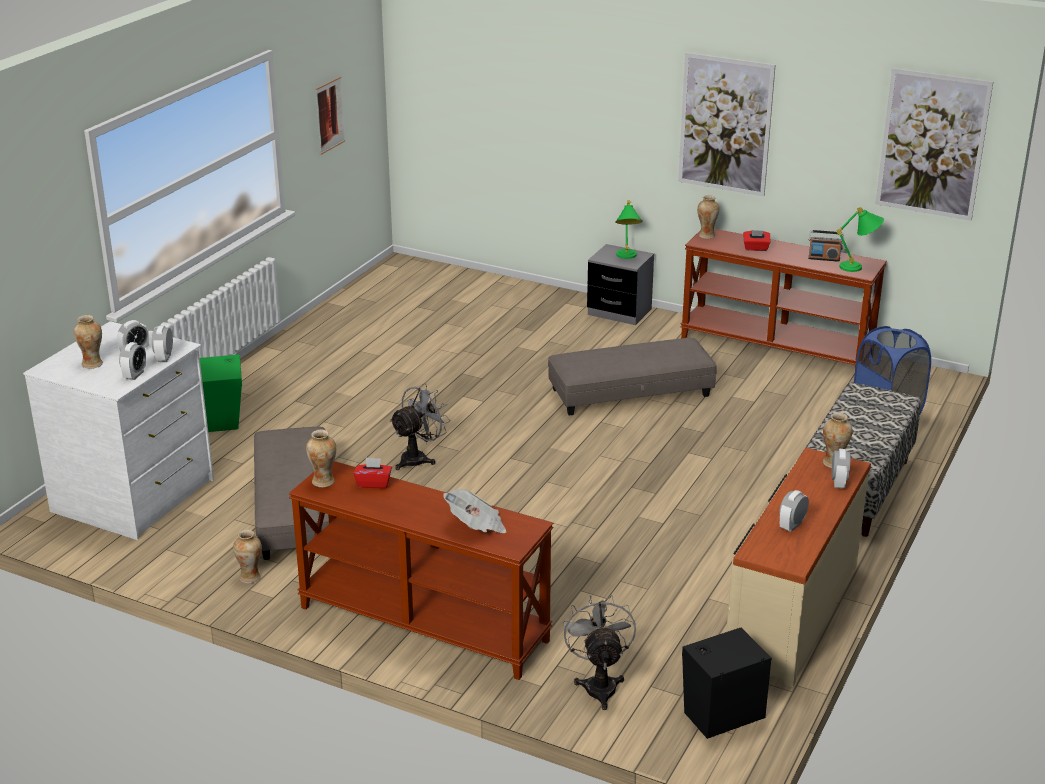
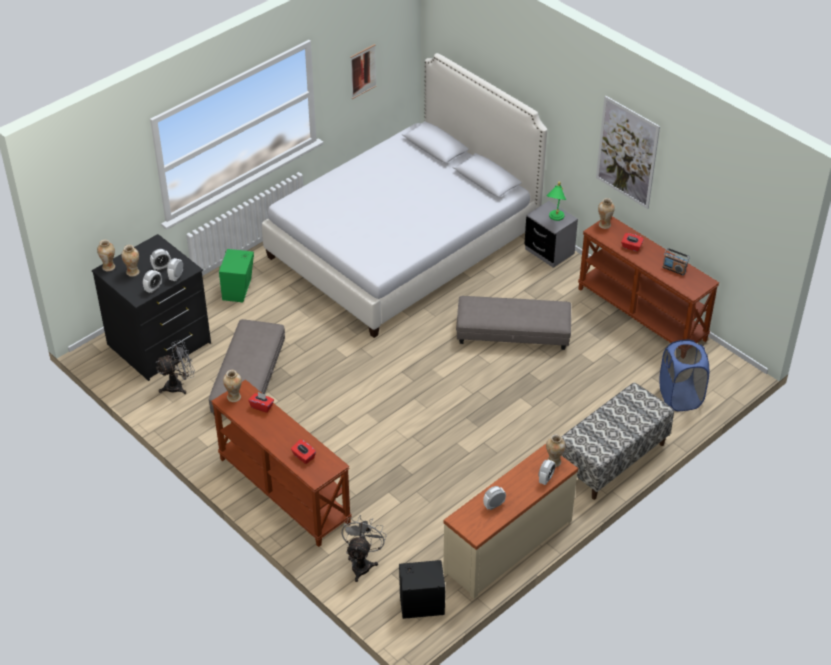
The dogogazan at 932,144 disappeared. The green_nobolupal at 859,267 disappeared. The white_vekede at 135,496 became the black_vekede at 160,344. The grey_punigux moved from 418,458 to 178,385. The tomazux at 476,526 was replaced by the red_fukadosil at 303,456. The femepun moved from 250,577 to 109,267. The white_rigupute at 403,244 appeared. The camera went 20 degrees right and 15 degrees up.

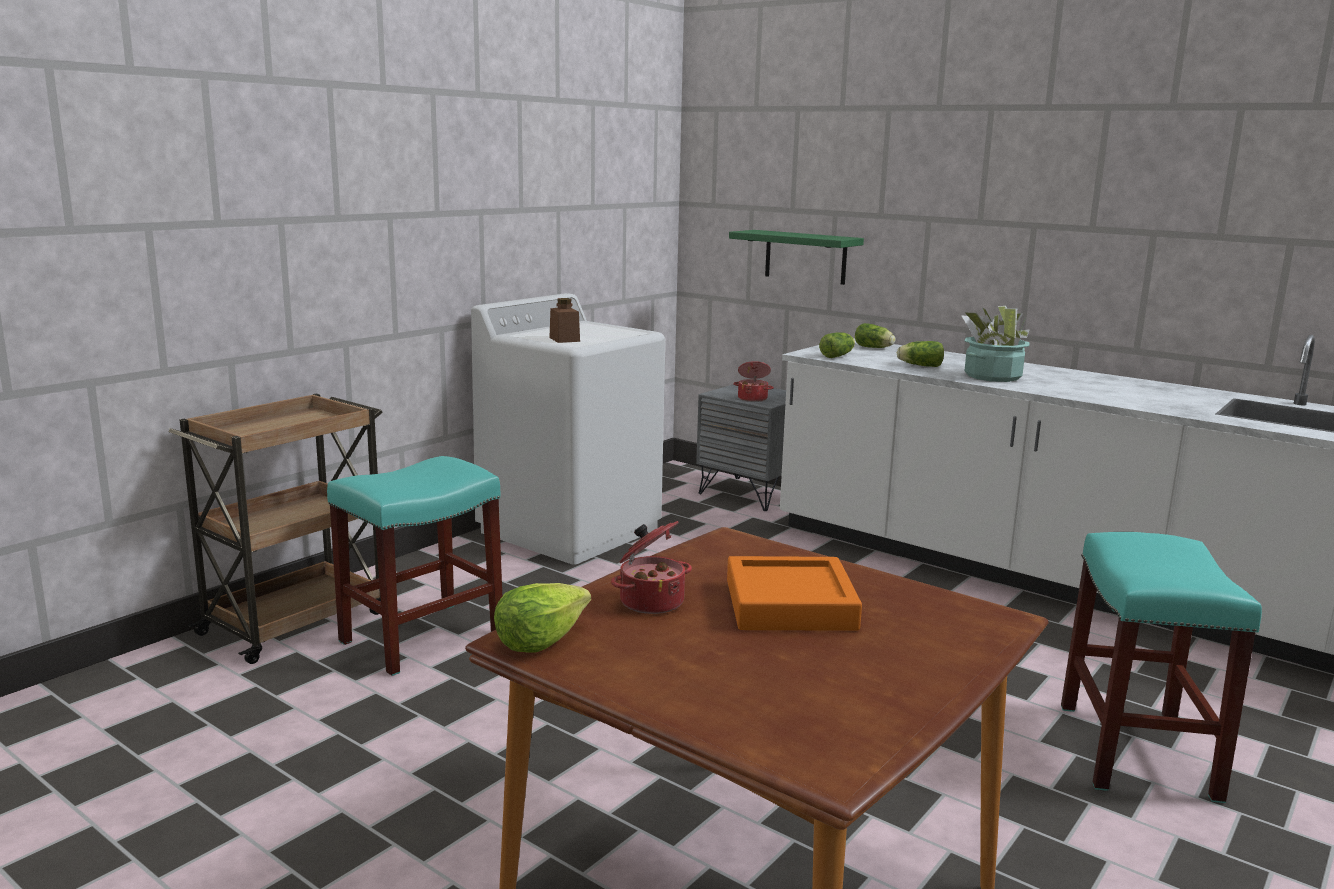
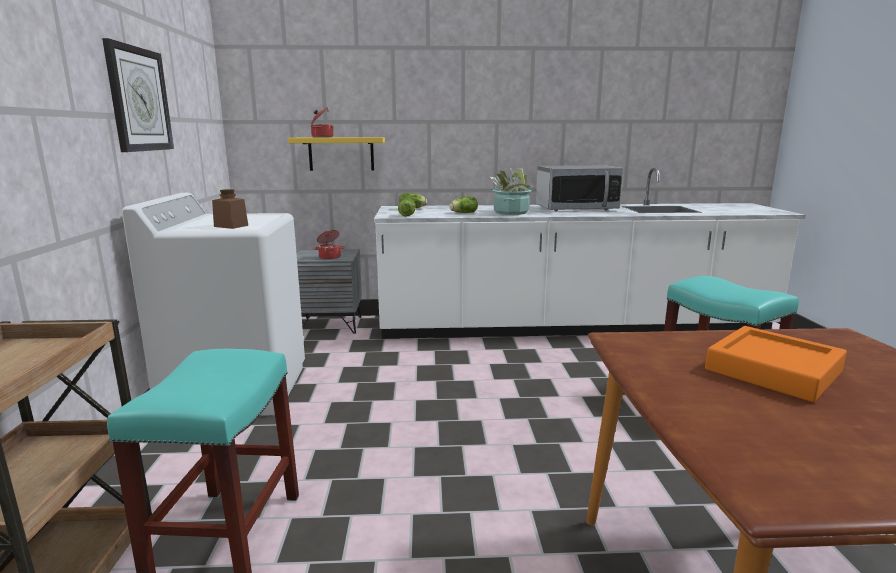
The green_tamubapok at 805,257 became the yellow_tamubapok at 341,154. The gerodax moved from 650,601 to 321,137. The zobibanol at 540,640 disappeared. The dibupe at 139,99 appeared. The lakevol at 576,209 appeared. The camera went 40 degrees left and 0 degrees up.

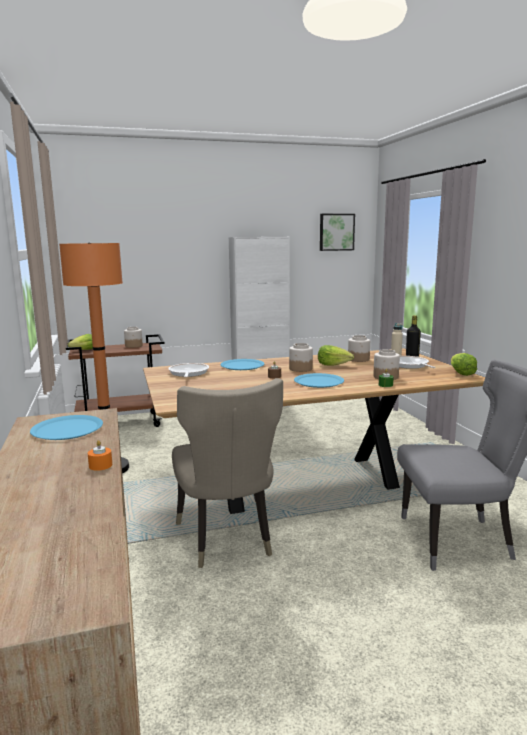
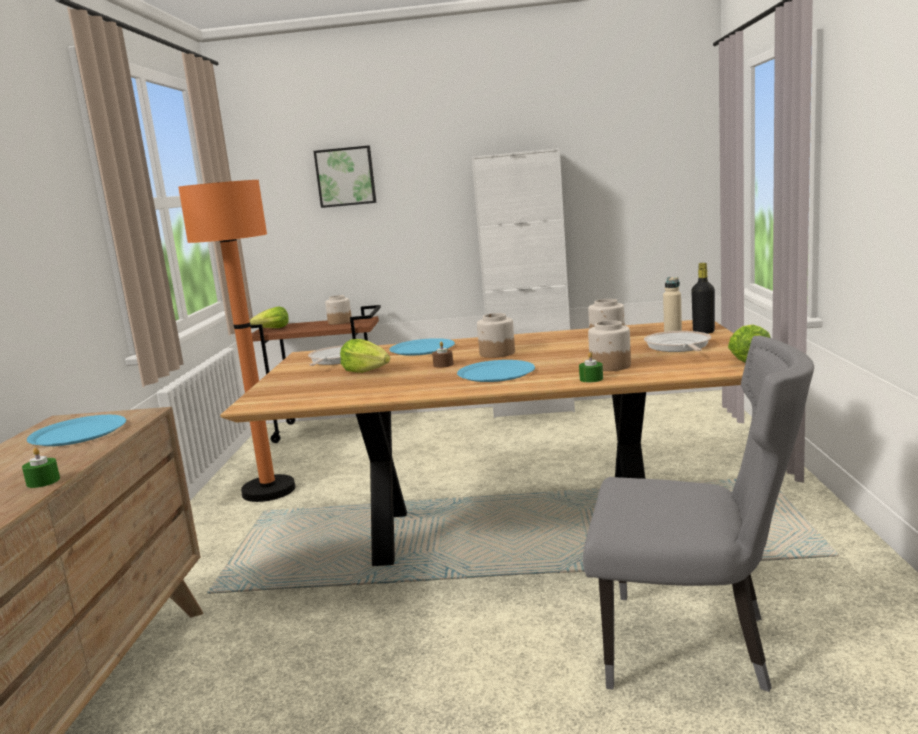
The dogogazan moved from 336,232 to 345,177. The zobibanol moved from 334,365 to 367,371. The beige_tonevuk at 227,540 disappeared. The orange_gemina at 100,465 became the green_gemina at 43,481. The camera went 20 degrees right and 0 degrees up.

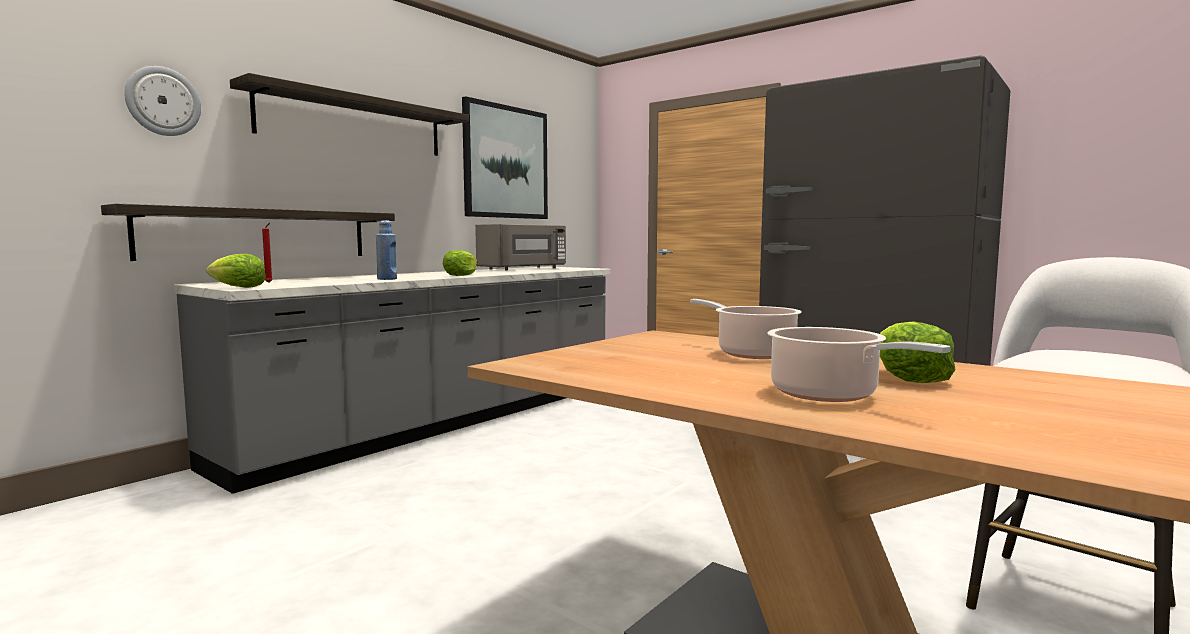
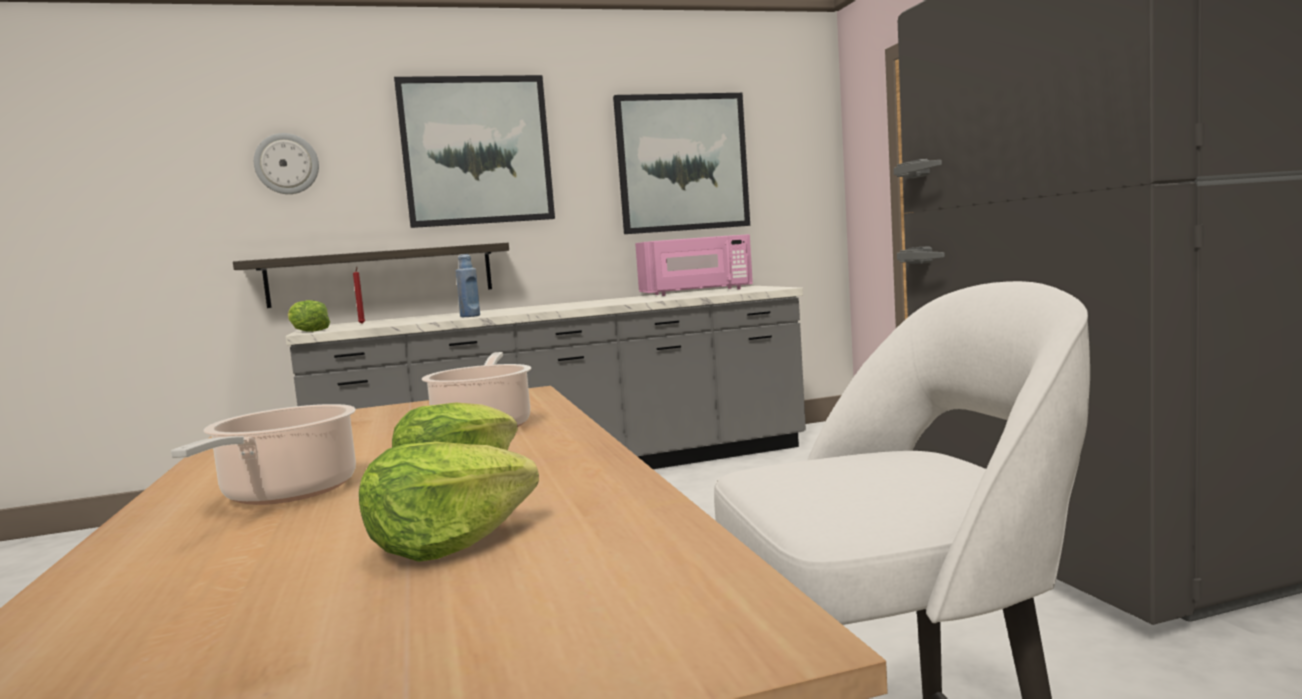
The tamubapok at 354,123 was replaced by the dogogazan at 476,151. The grey_lakevol at 524,269 became the pink_lakevol at 697,292. The zobibanol moved from 461,275 to 448,543. The camera went 35 degrees right and 0 degrees up.

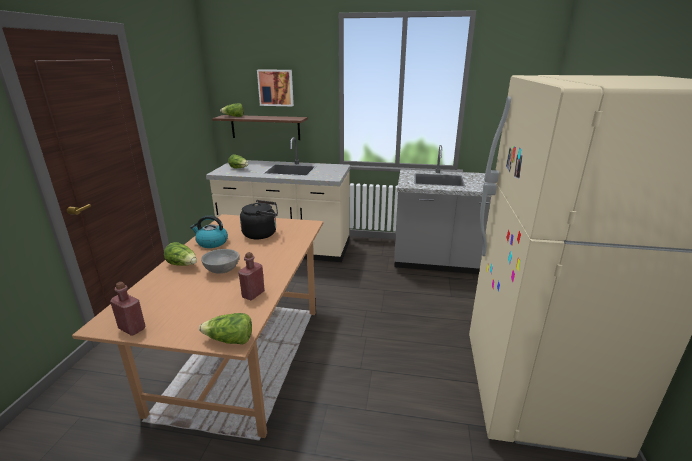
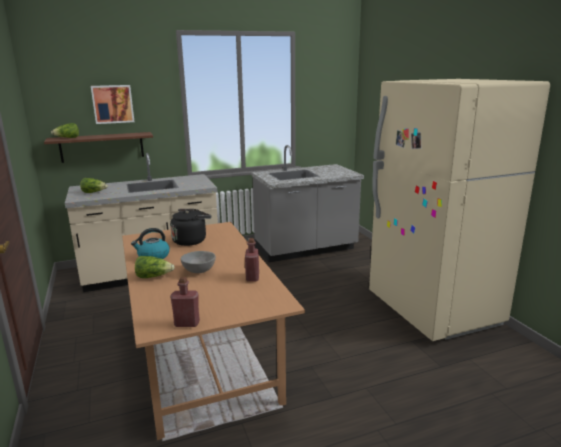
The zobibanol at 229,340 disappeared. The camera went 30 degrees left and 5 degrees down.

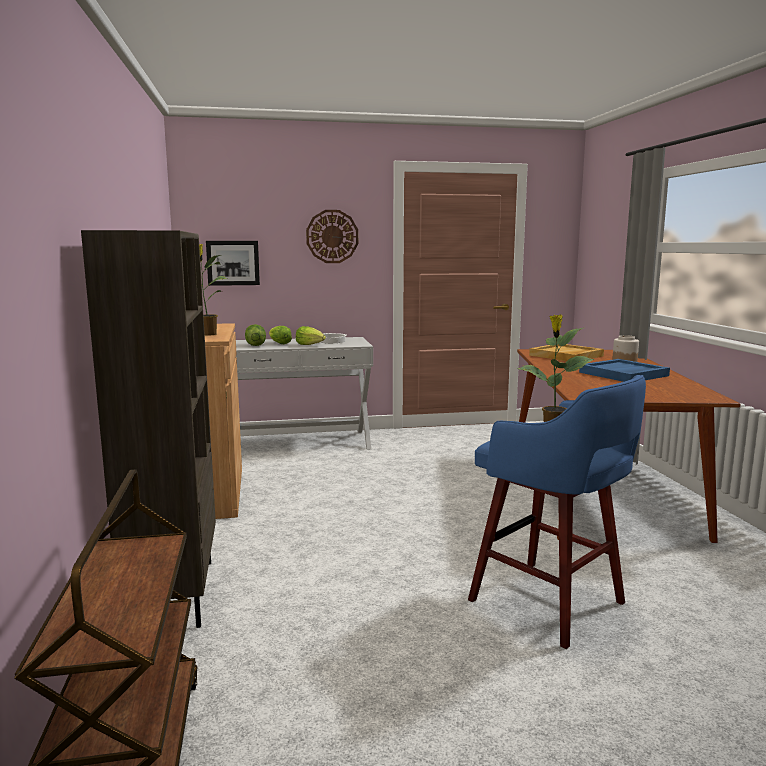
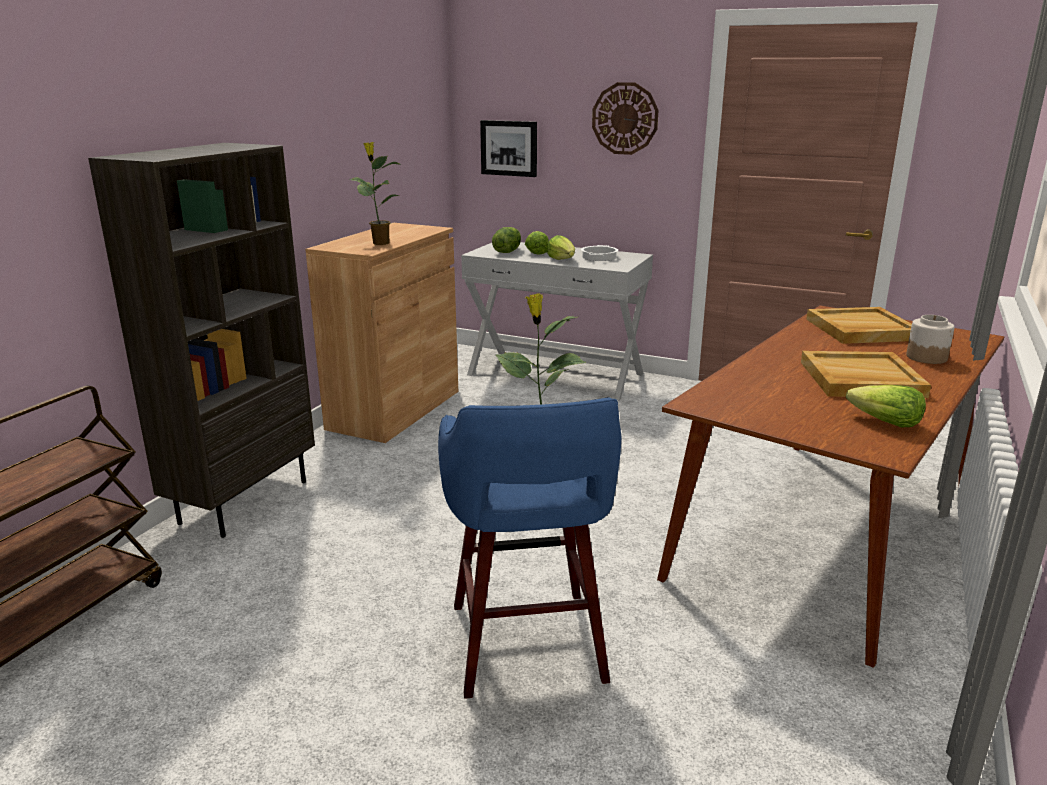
The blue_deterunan at 623,374 became the beige_deterunan at 860,379. The zobibanol at 884,422 appeared. The camera went 35 degrees right and 10 degrees up.

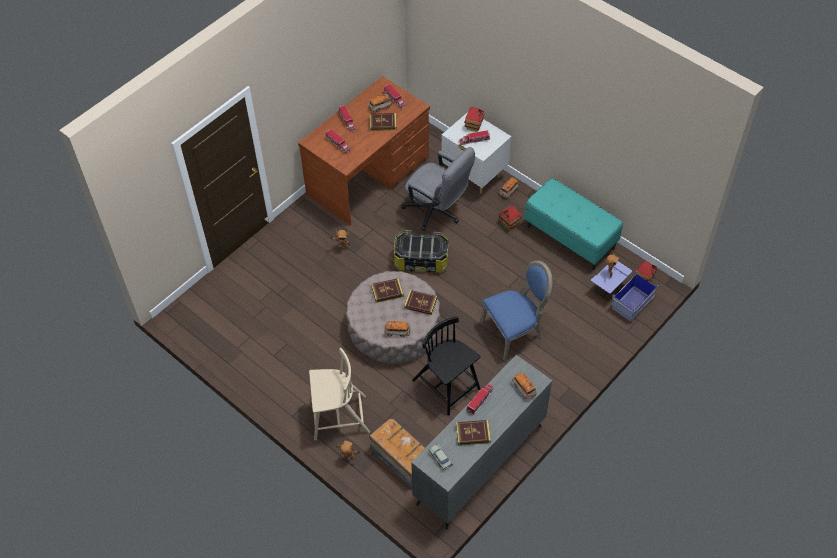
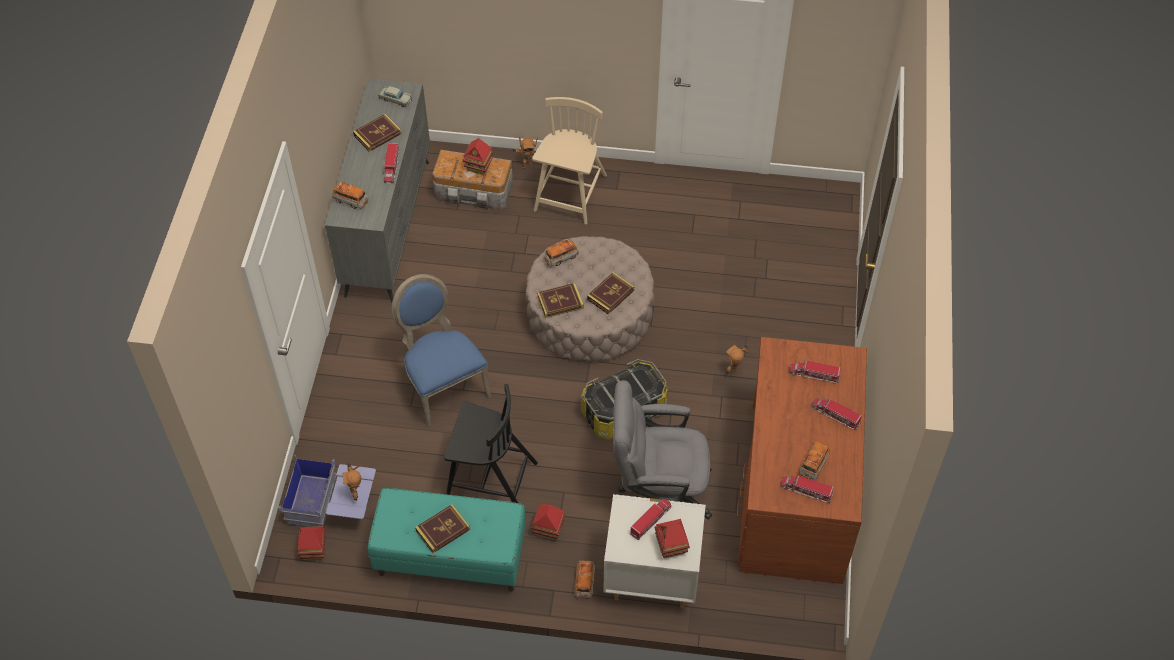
The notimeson moved from 383,123 to 443,530. The blue_tonevuk at 514,331 turned 120 degrees clockwise. The black_tonevuk moved from 447,386 to 490,479. The beige_tonevuk at 338,417 turned 150 degrees clockwise. The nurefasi at 479,167 appeared. The camera went 145 degrees right and 0 degrees up.

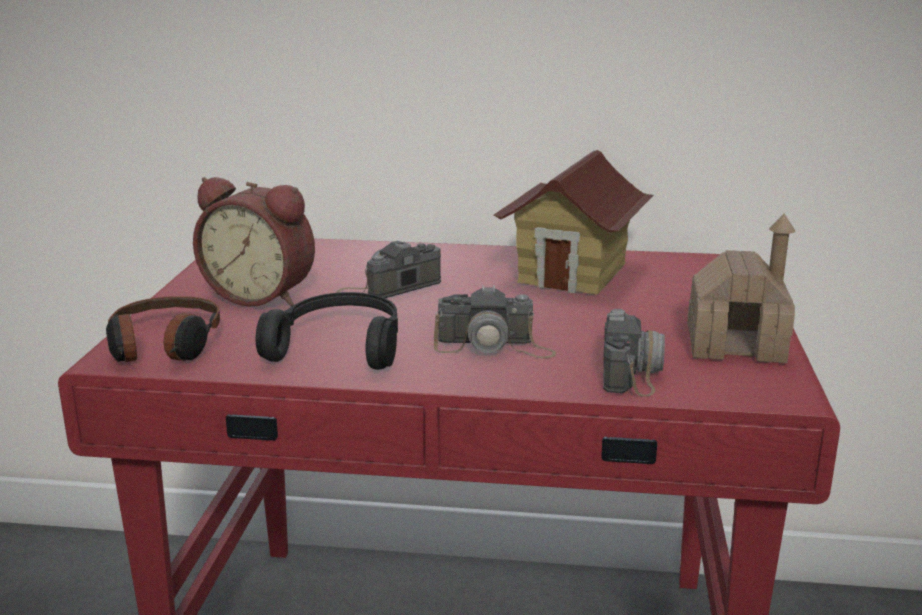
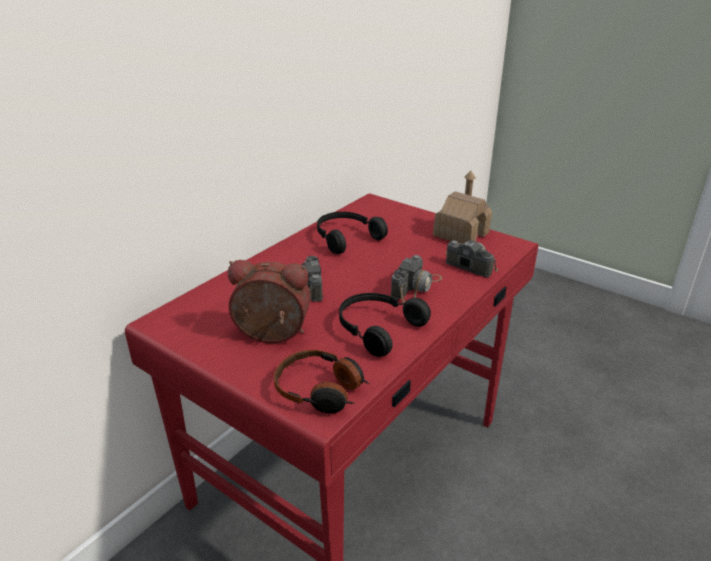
The nurefasi at 574,274 was replaced by the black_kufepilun at 345,238. The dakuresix at 262,295 turned 135 degrees counterclockwise. The camera went 60 degrees left and 10 degrees up.

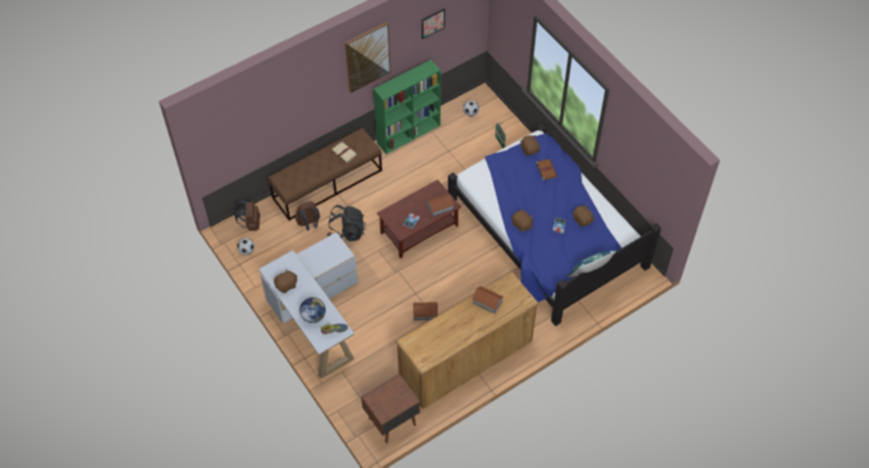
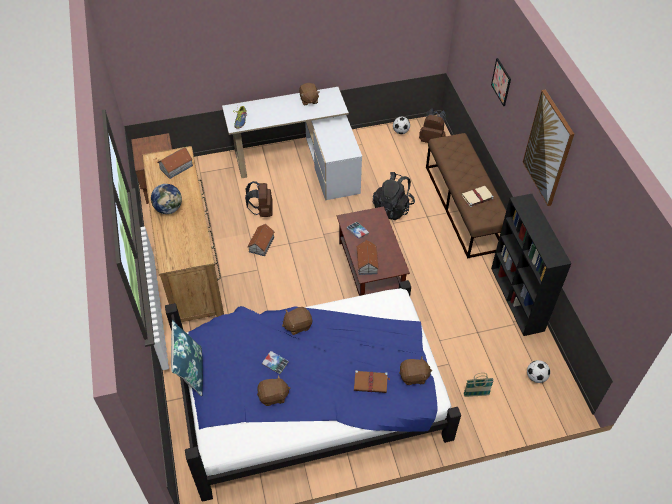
The dogogazan moved from 433,23 to 501,82. The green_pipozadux at 409,133 became the black_pipozadux at 517,299. The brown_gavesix moved from 309,224 to 262,211. The nurefasi moved from 487,302 to 176,167. The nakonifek moved from 313,316 to 169,209. The camera went 110 degrees right and 5 degrees down.

